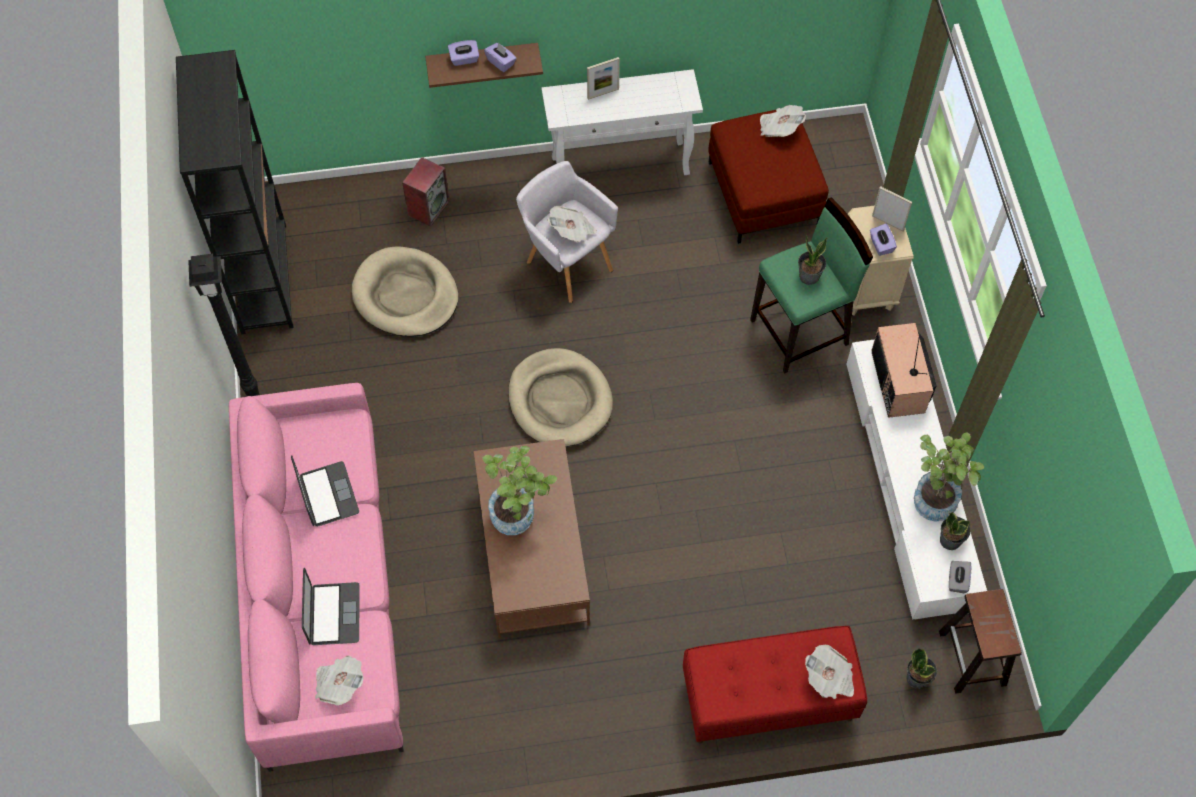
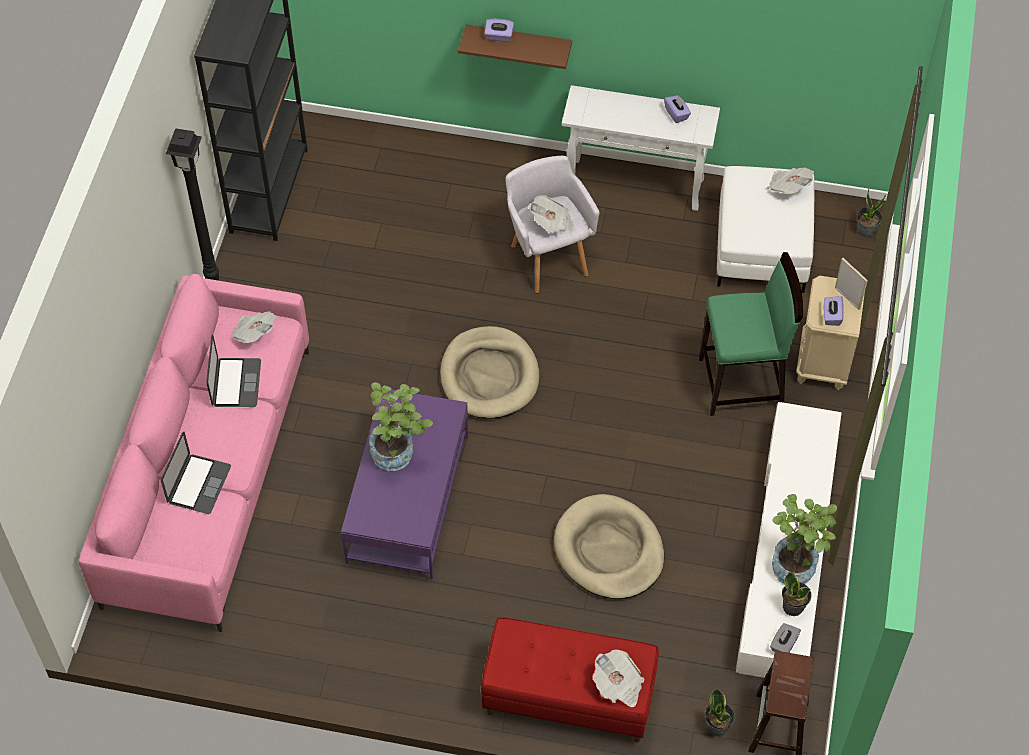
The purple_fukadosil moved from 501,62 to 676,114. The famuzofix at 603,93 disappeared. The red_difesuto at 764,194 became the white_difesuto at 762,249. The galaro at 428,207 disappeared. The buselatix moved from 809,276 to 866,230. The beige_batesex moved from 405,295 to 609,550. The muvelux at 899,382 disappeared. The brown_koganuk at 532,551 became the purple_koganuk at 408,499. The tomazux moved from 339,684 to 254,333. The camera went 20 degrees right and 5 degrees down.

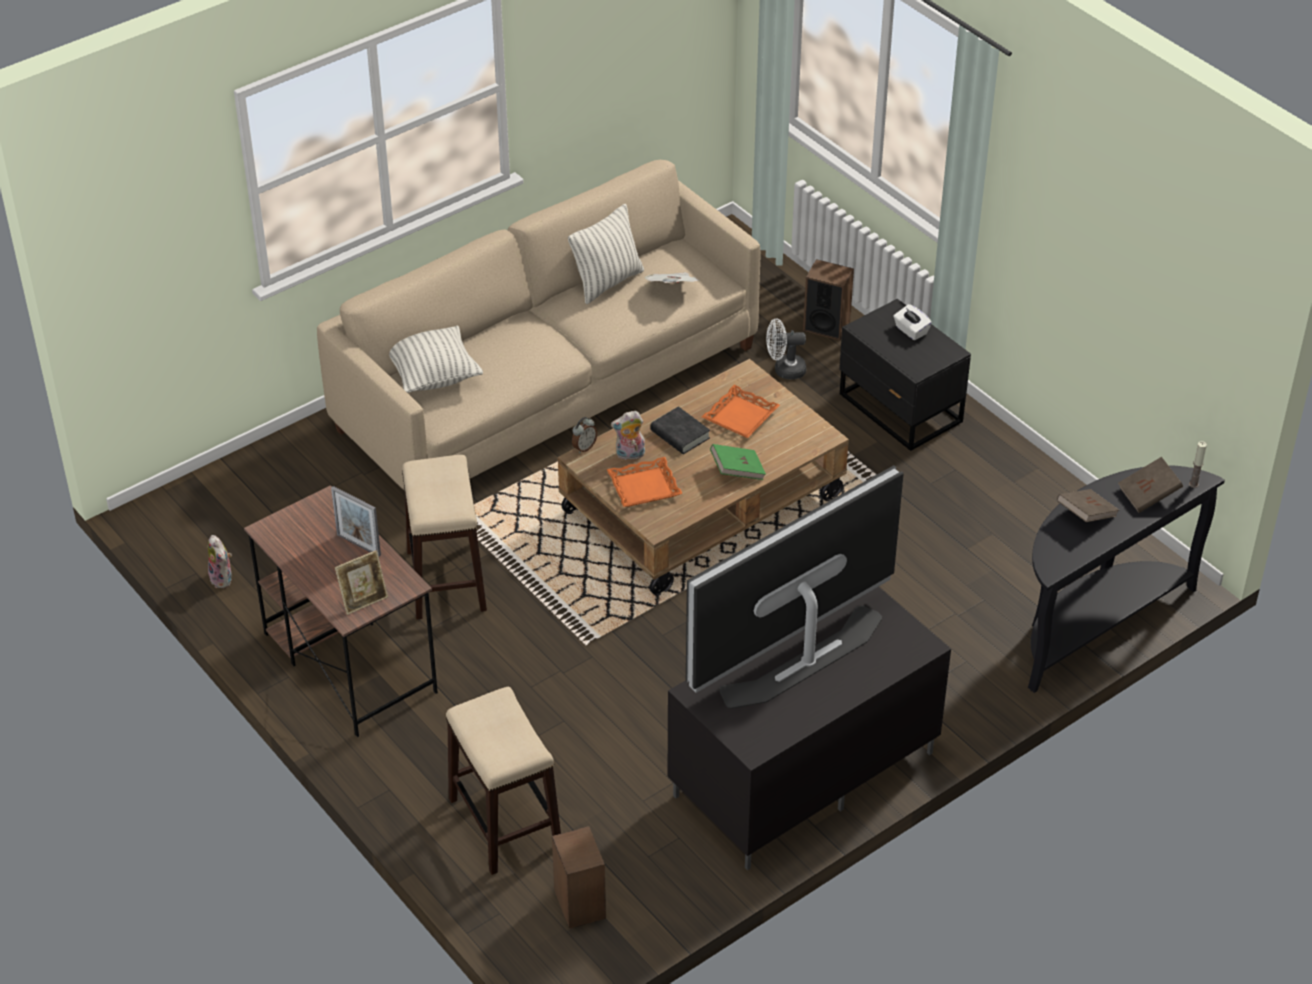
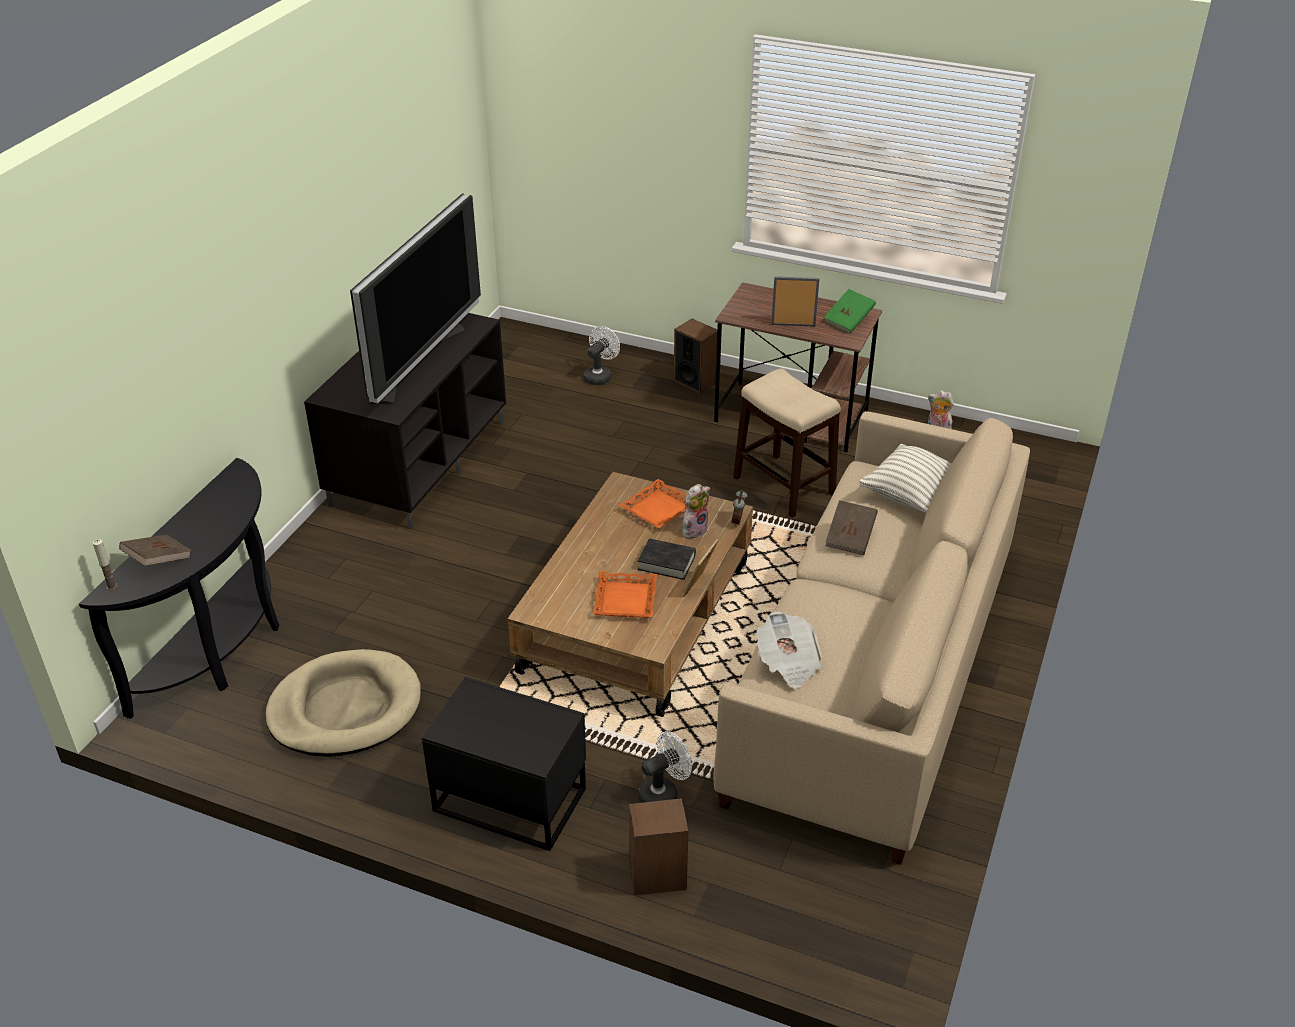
The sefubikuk at 607,282 disappeared. The white_fukadosil at 911,331 disappeared. The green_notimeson moved from 737,471 to 848,321. The brown_notimeson moved from 1086,515 to 850,538. The famuzofix moved from 363,600 to 699,586. The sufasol at 505,824 was replaced by the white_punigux at 600,376. The galaro moved from 579,904 to 695,381. The beige_batesex at 345,708 appeared. The camera went 150 degrees right and 5 degrees down.

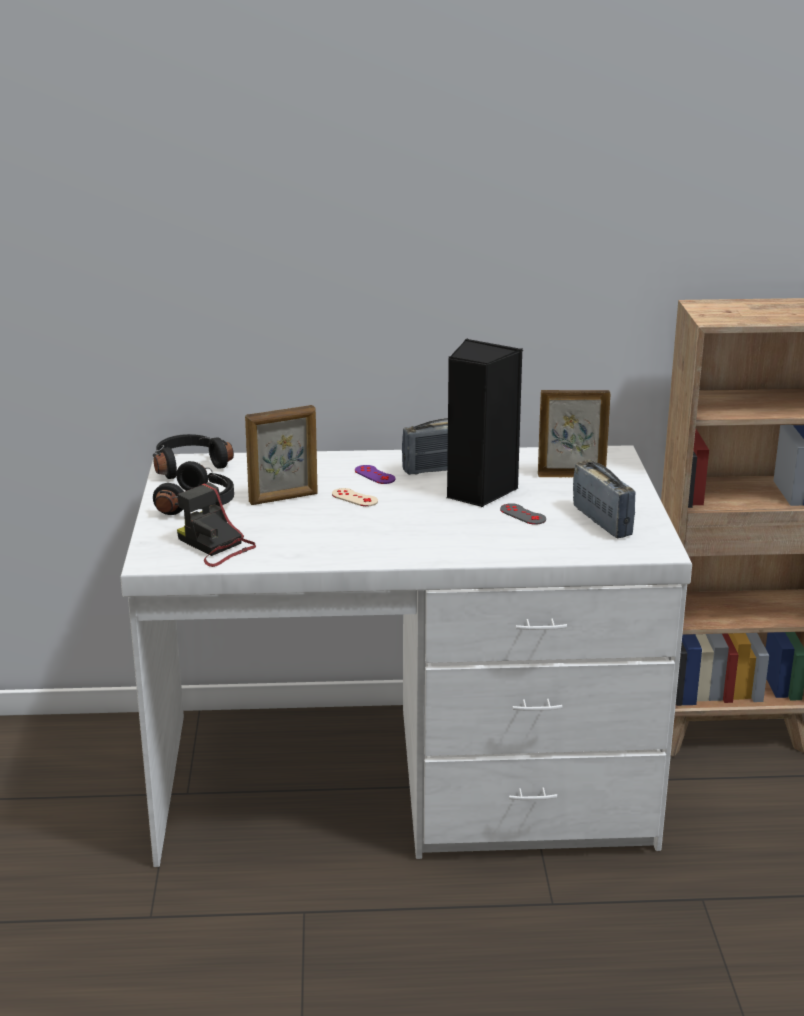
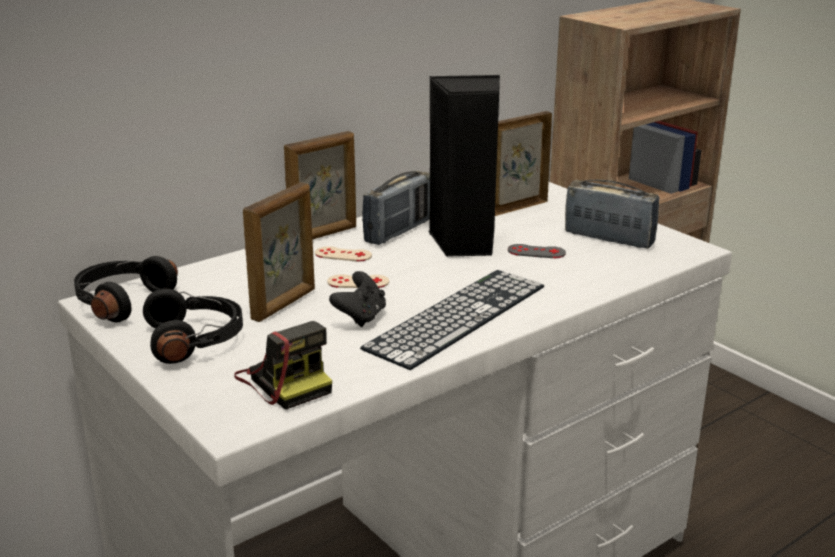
The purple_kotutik at 375,475 became the beige_kotutik at 343,254. The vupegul at 215,546 turned 135 degrees counterclockwise. The famuzofix at 324,235 appeared. The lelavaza at 457,316 appeared. The black_kotutik at 361,317 appeared. The camera went 35 degrees left and 0 degrees up.

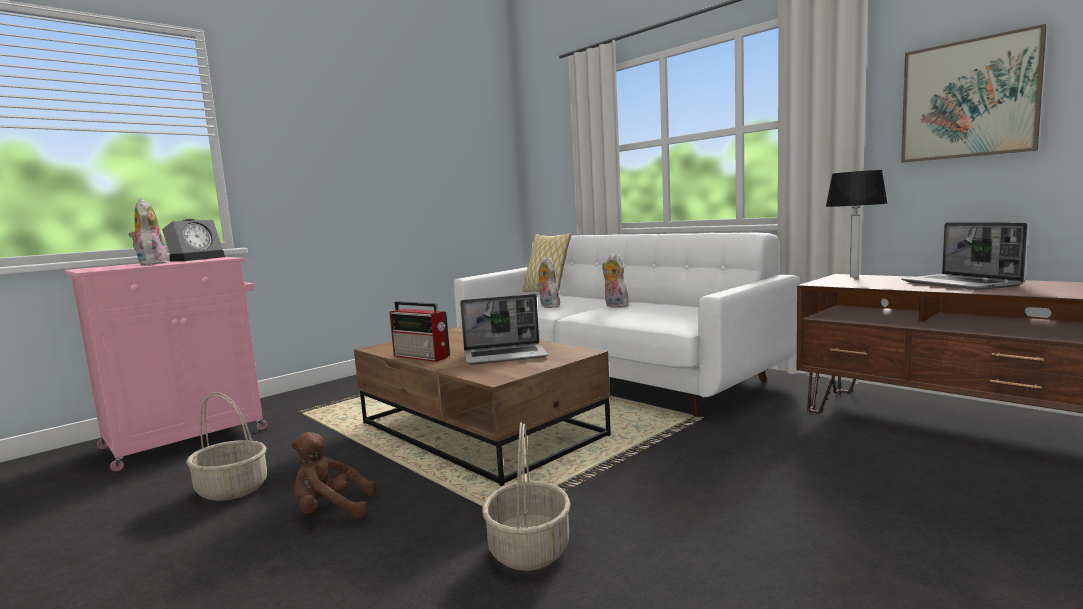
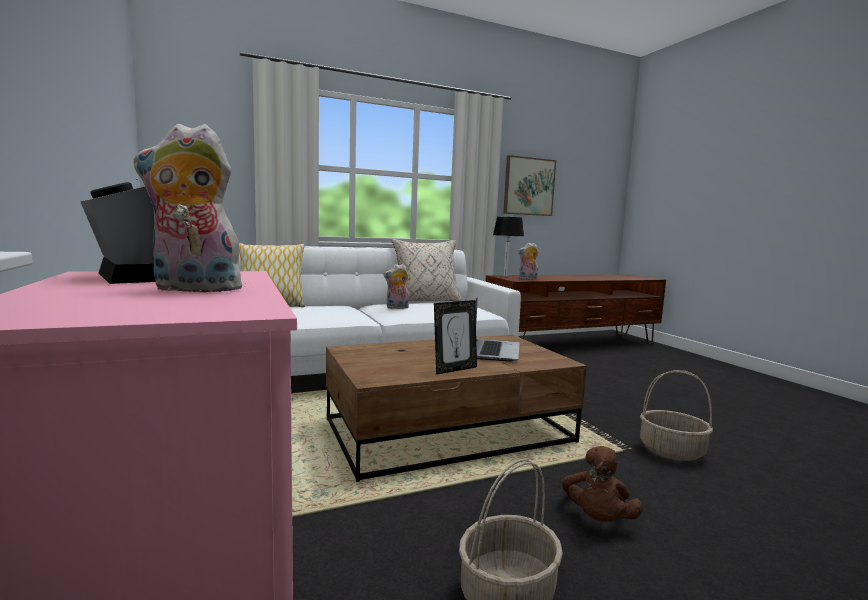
The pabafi at 961,284 disappeared. The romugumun moved from 548,306 to 527,279. The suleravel at 422,356 was replaced by the famuzofix at 454,369. The beige_sefubikuk at 425,301 appeared. The camera went 70 degrees left and 0 degrees up.

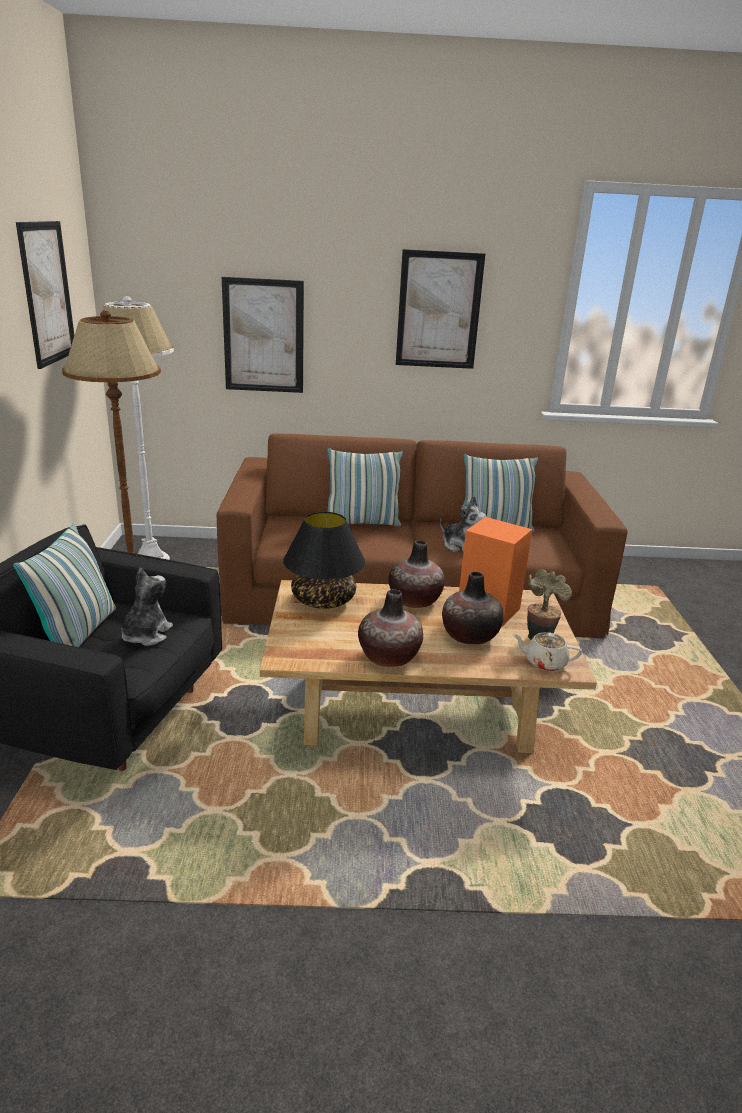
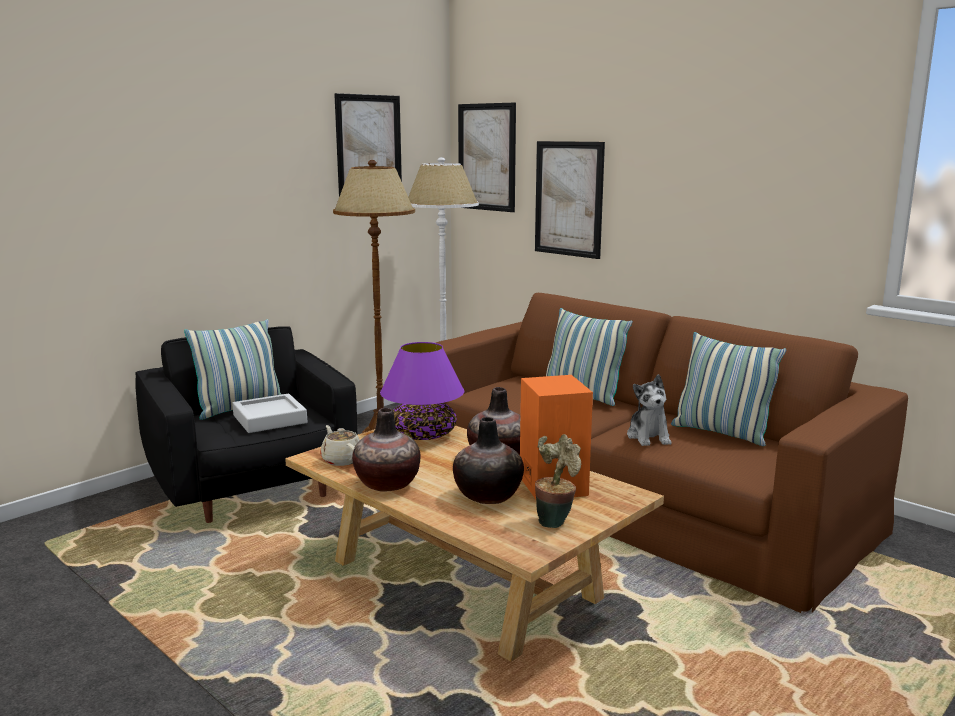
The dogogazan moved from 438,310 to 486,157. The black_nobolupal at 324,599 became the purple_nobolupal at 423,434. The romugumun at 146,635 was replaced by the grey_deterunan at 270,419. The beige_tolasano moved from 544,662 to 341,460. The camera went 45 degrees right and 10 degrees down.

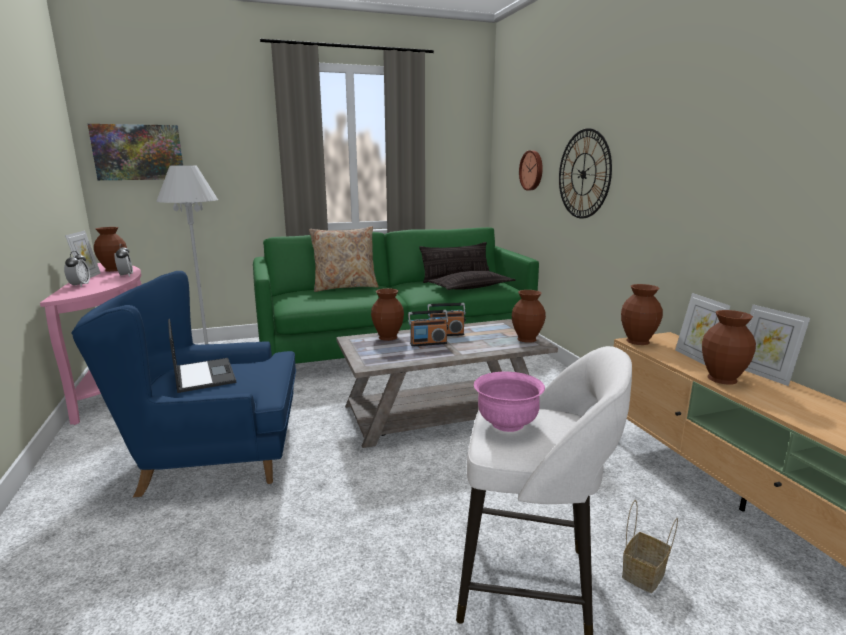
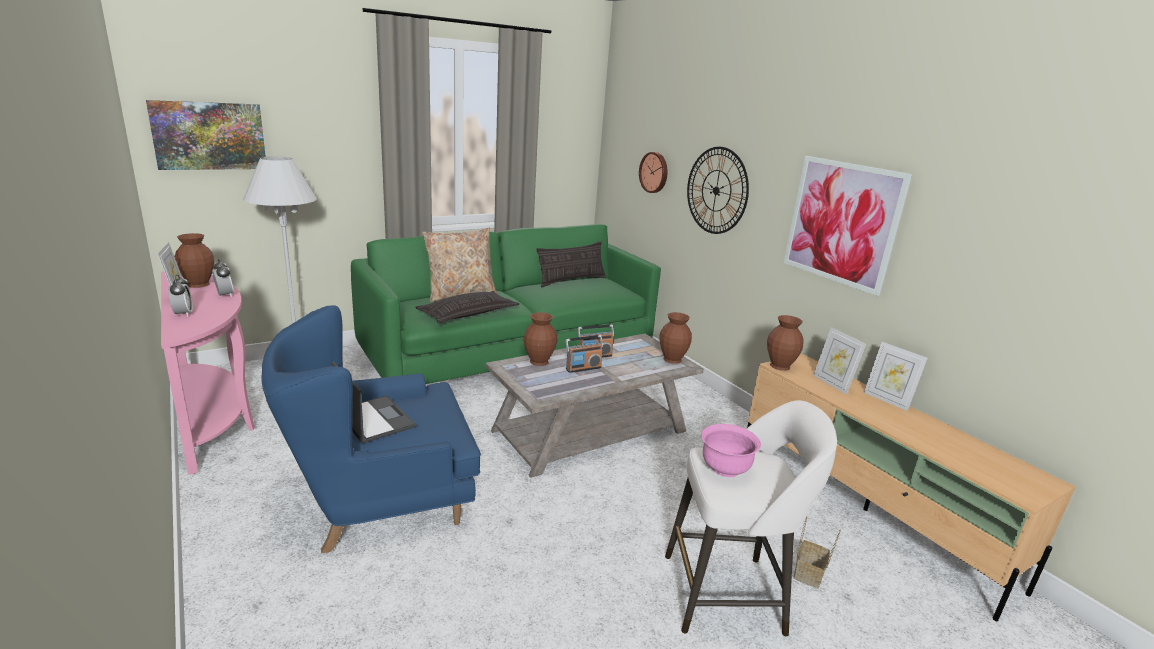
The sefubikuk moved from 471,287 to 468,313. The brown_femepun at 722,378 disappeared. The dogogazan at 842,223 appeared. The camera went 15 degrees left and 5 degrees up.

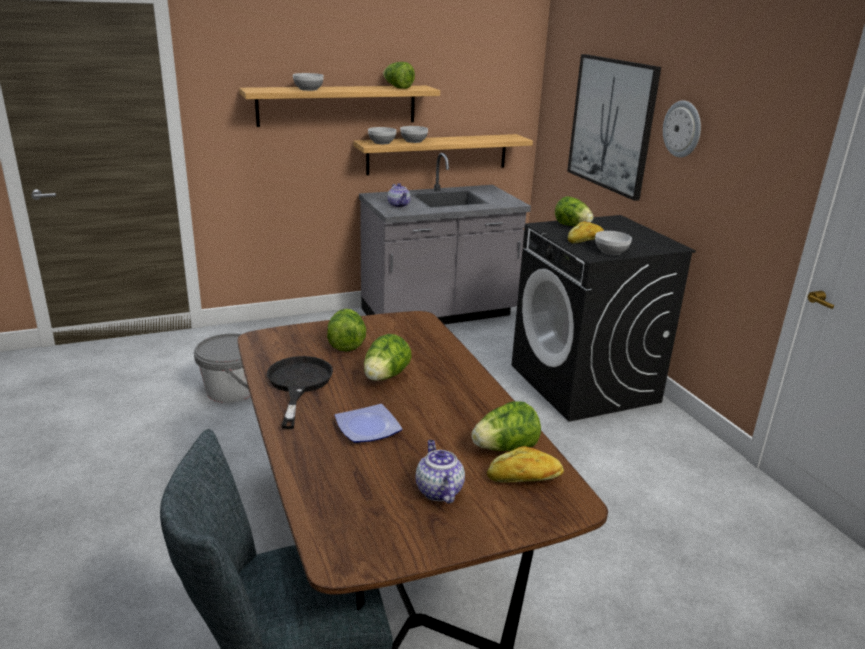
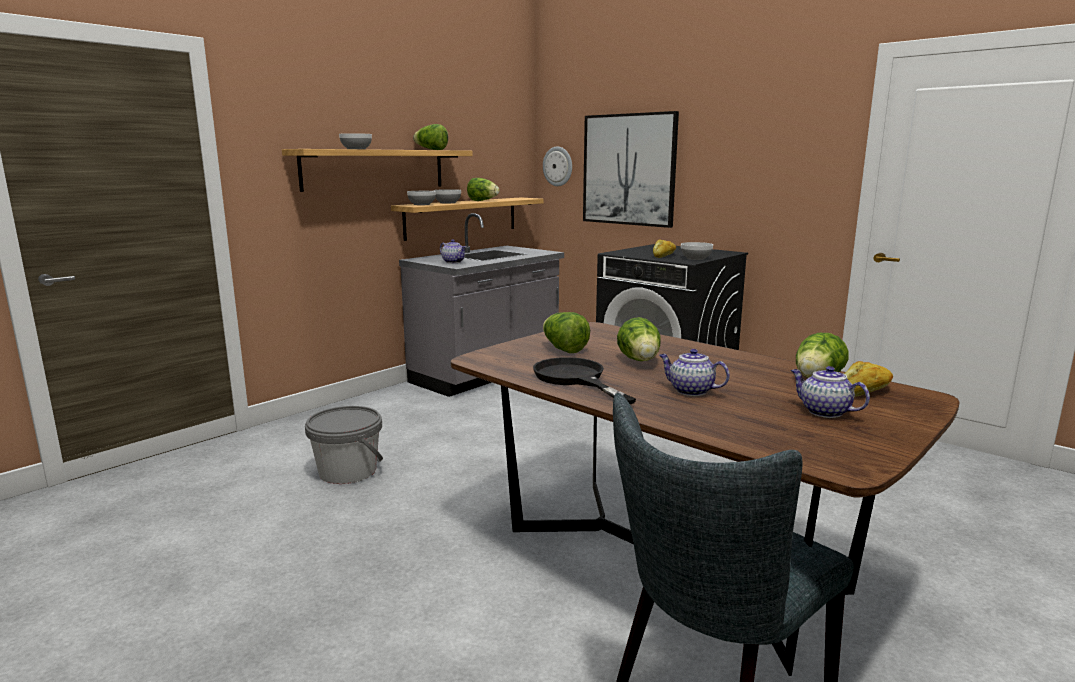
The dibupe moved from 682,129 to 558,166. The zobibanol moved from 572,226 to 482,201. The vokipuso at 366,427 was replaced by the tolasano at 690,391. The camera went 25 degrees left and 10 degrees down.

